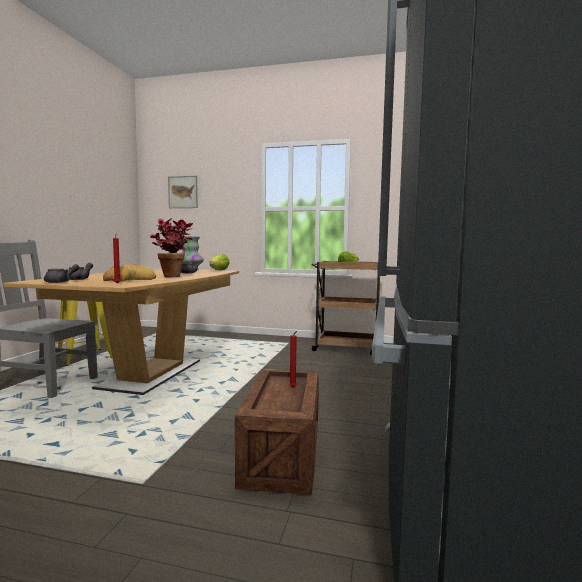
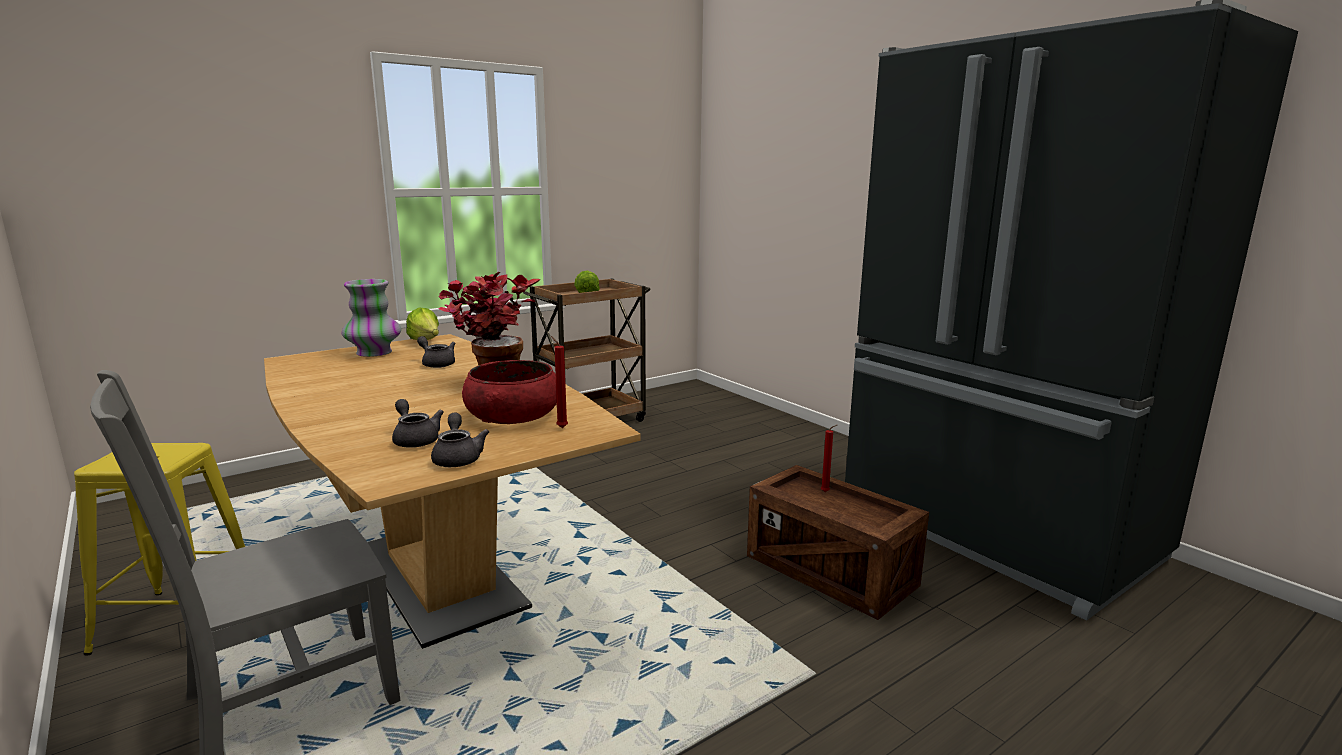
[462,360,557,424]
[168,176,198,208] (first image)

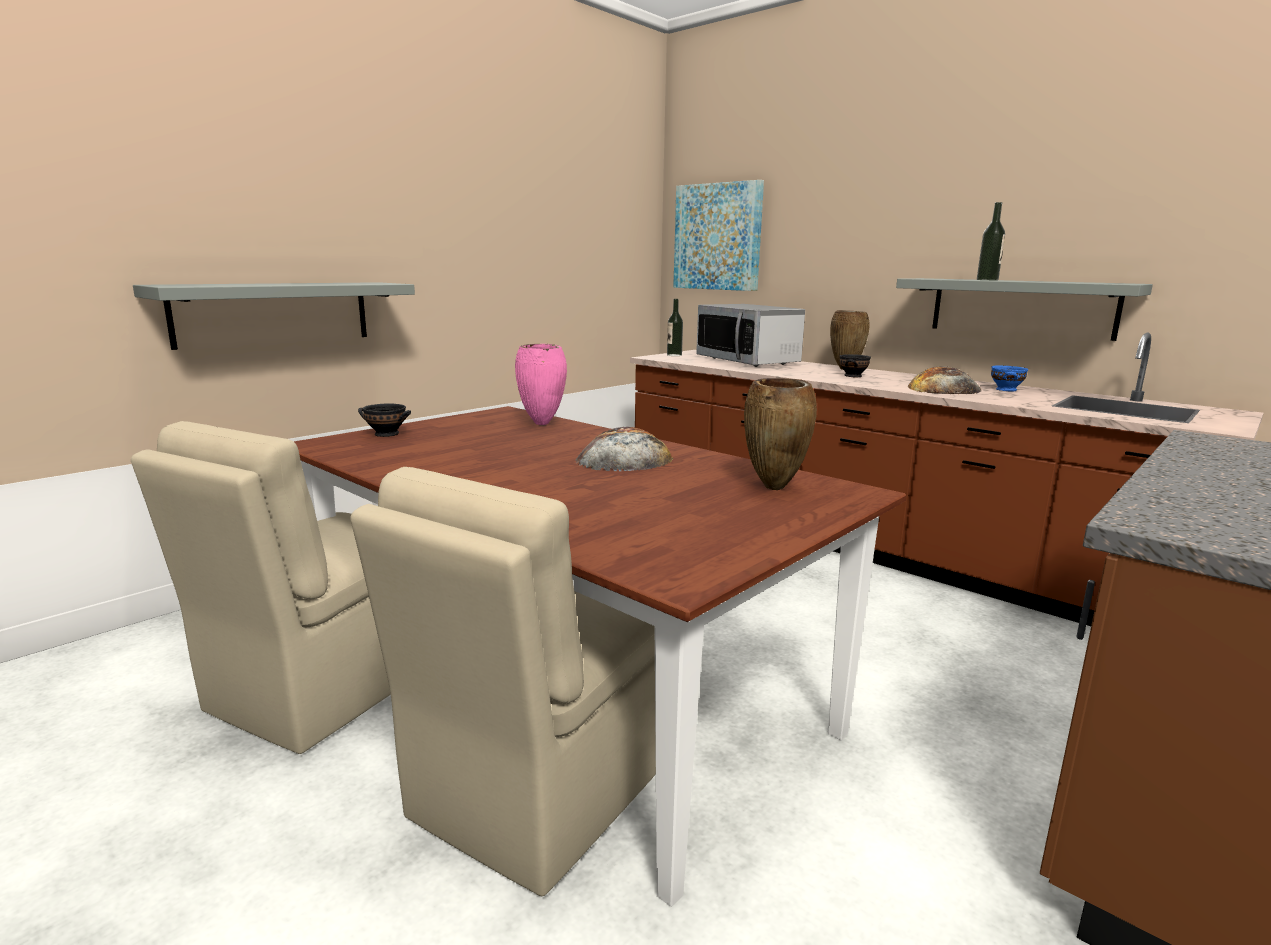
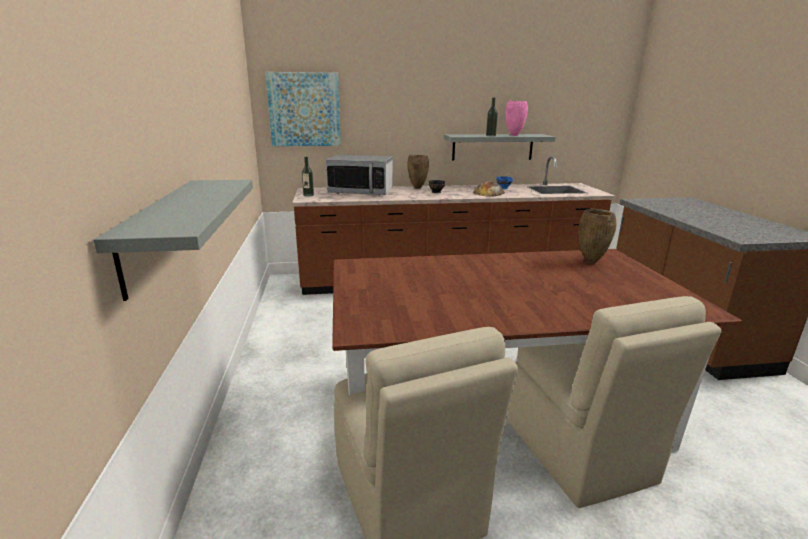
[505,101,528,136]
[358,403,411,437] (first image)
[576,427,673,471] (first image)

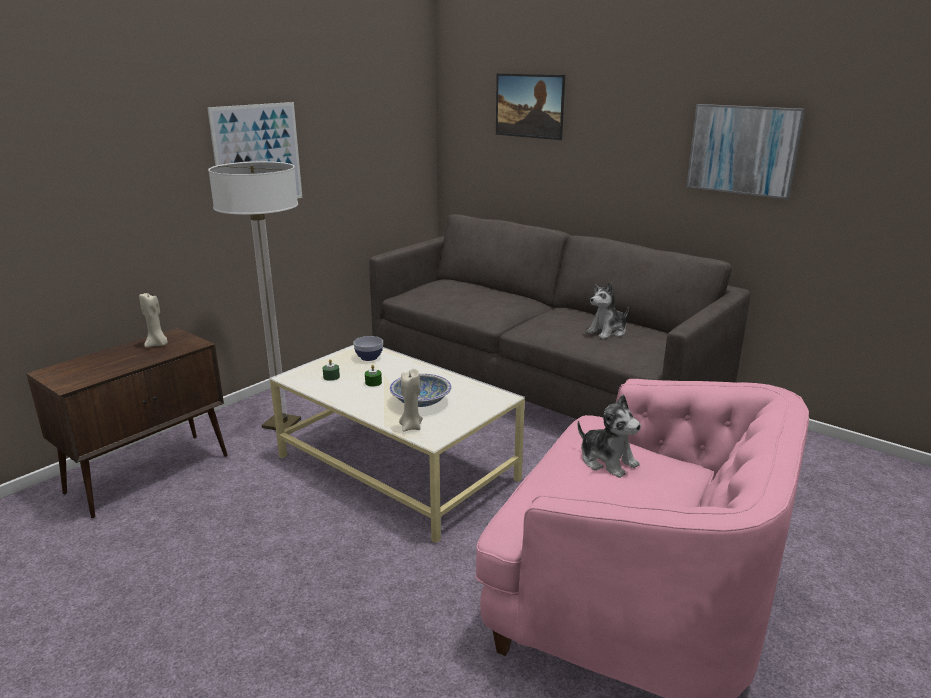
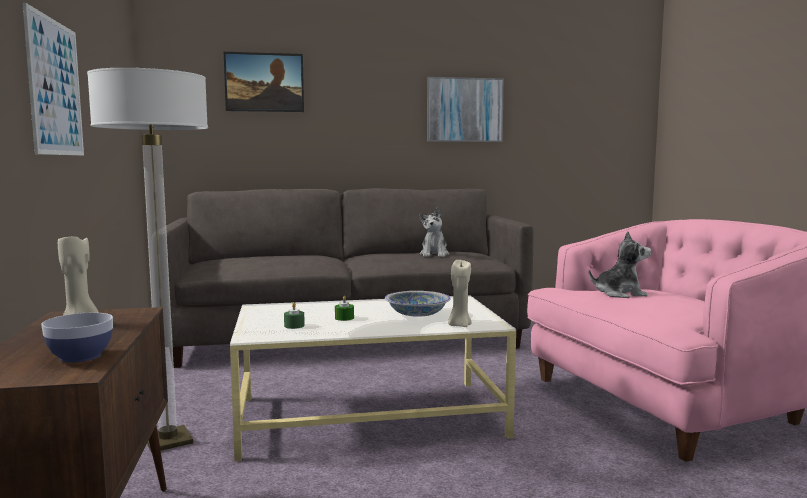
[41,313,113,363]

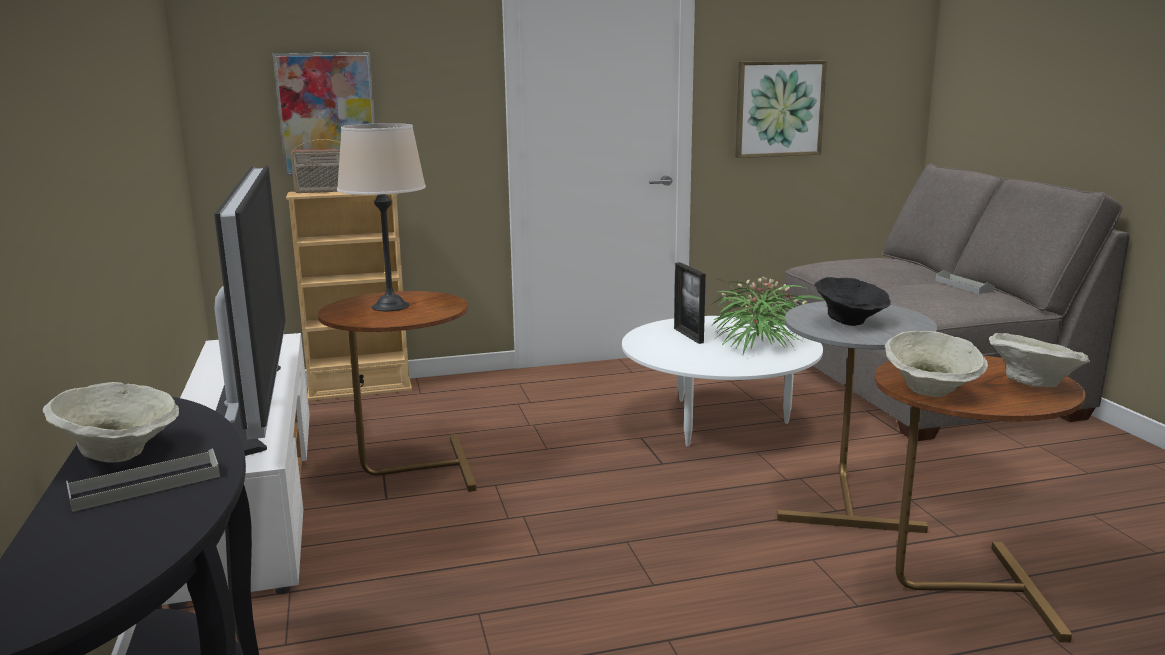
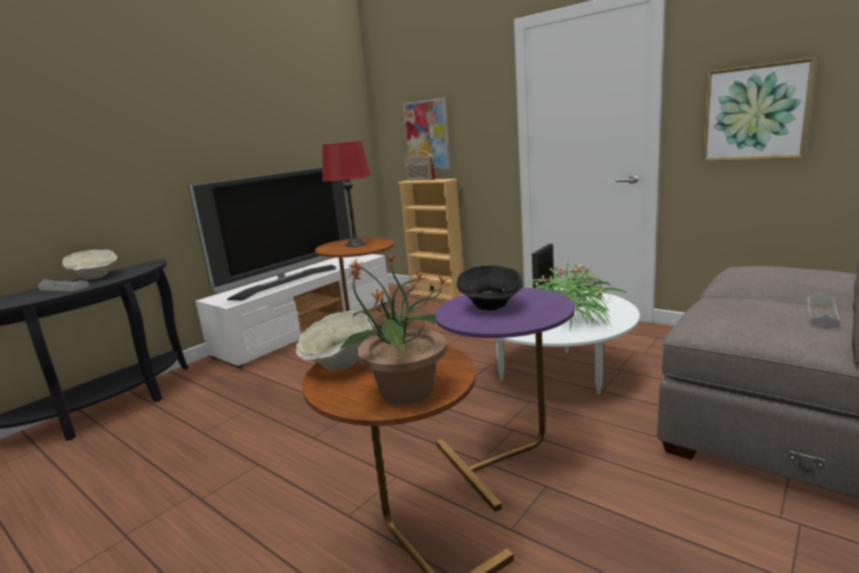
[322,141,371,247]
[339,254,449,405]
[435,288,575,512]

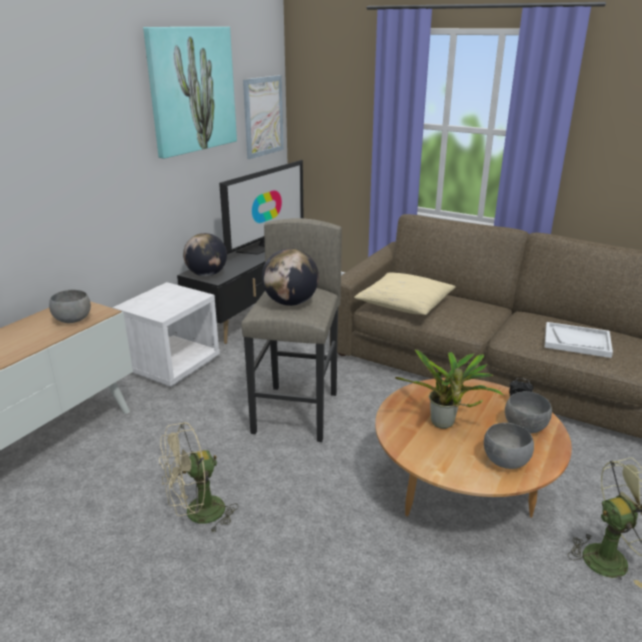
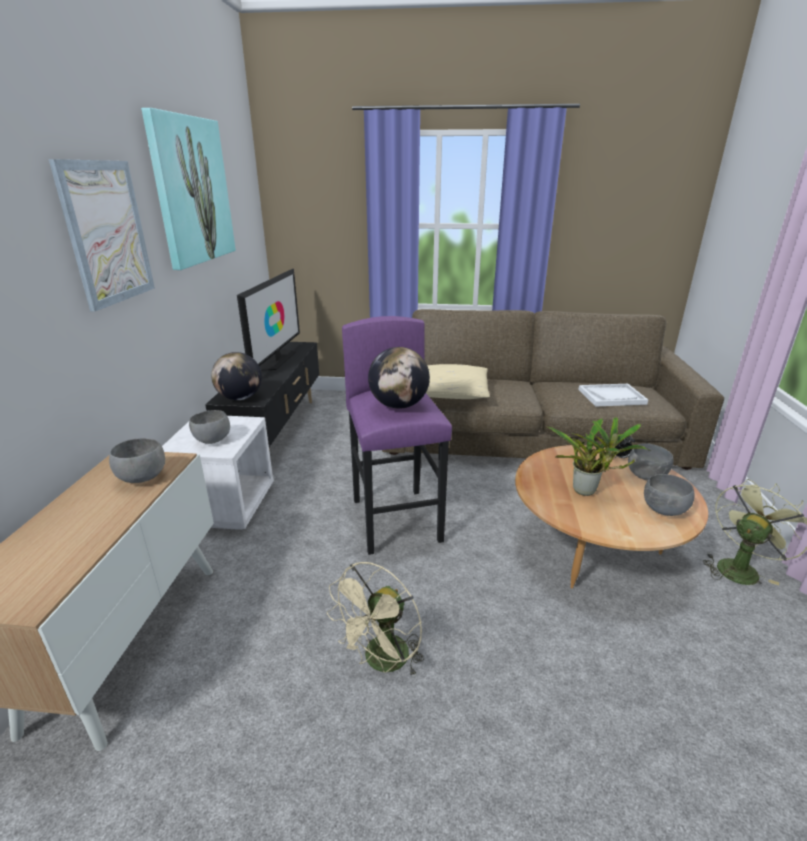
[49,159,155,312]
[189,410,230,444]
[342,316,452,555]

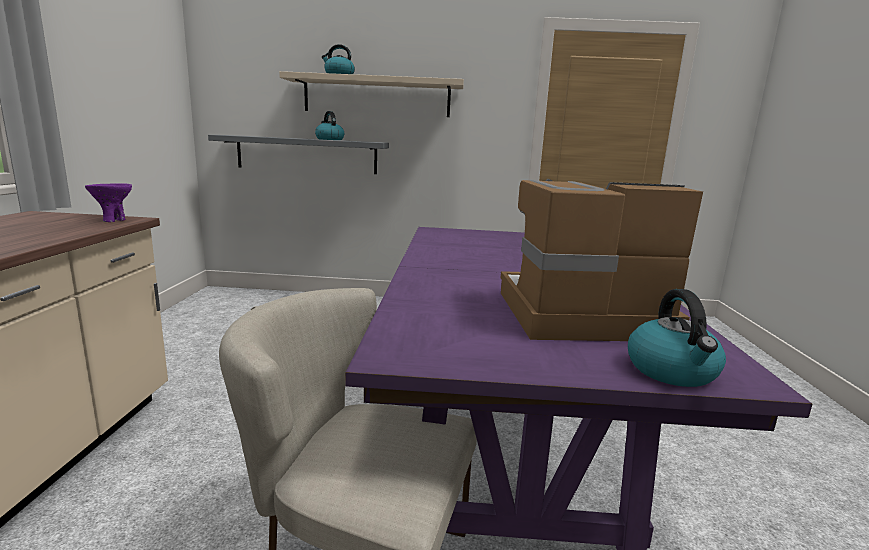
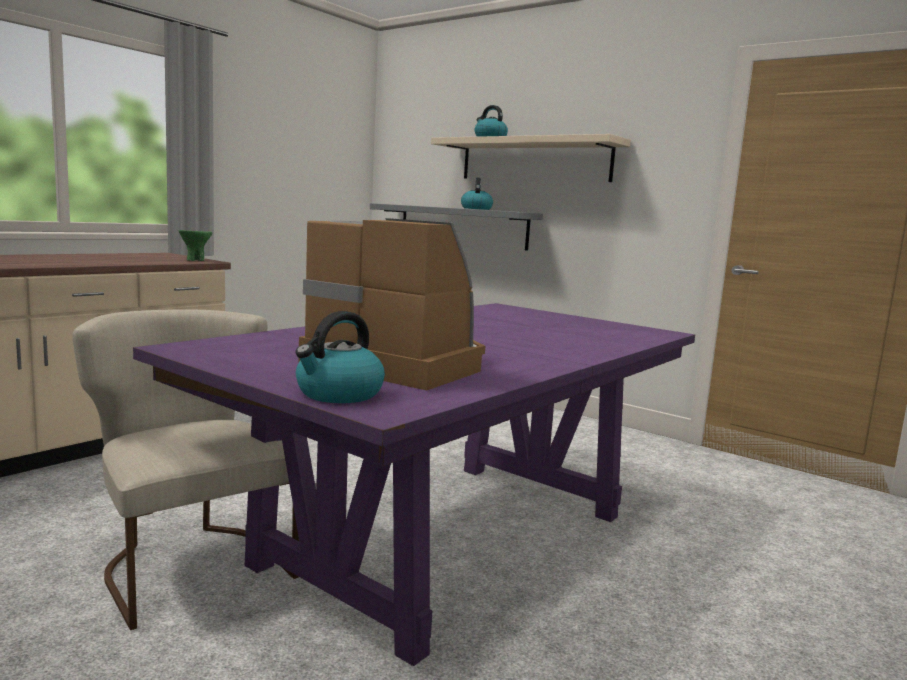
[179,230,212,261]

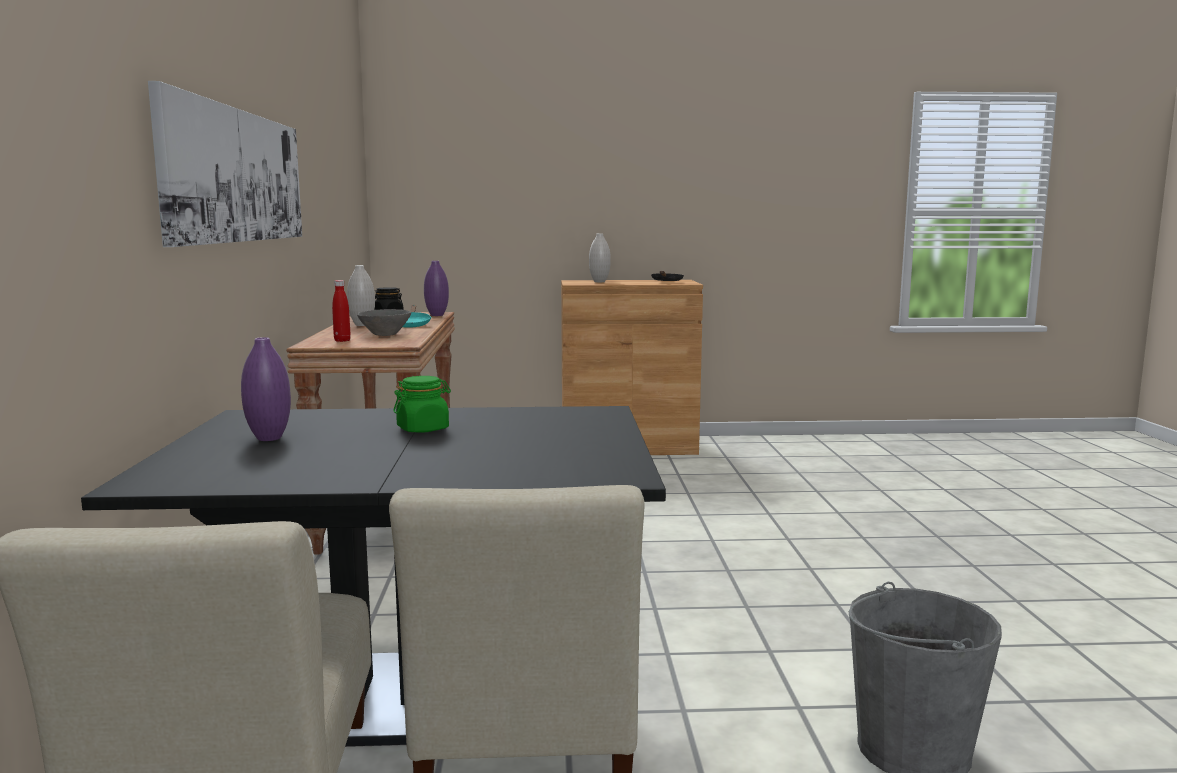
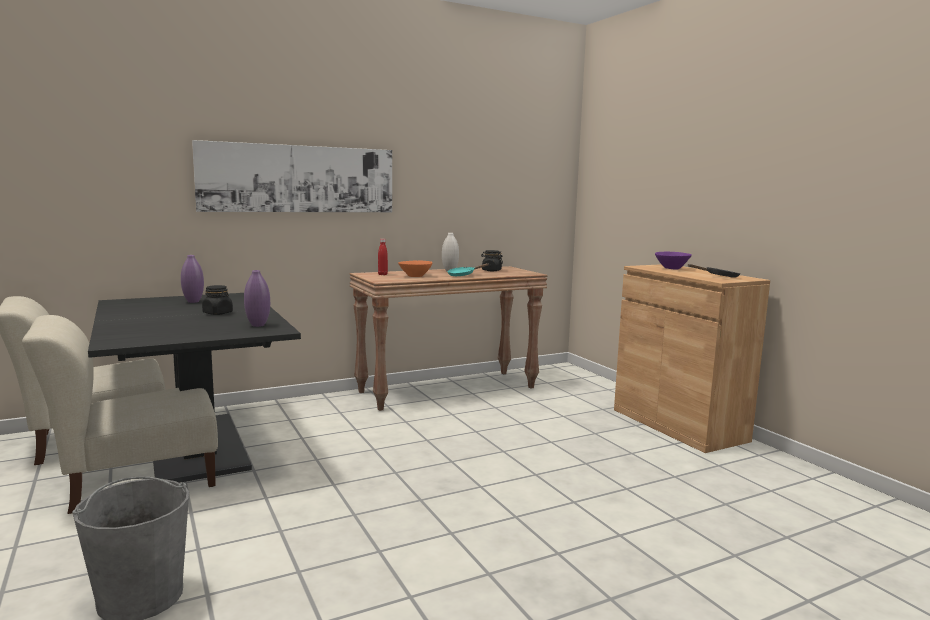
[202,285,233,315]
[244,270,270,327]
[398,261,433,277]
[655,252,692,269]

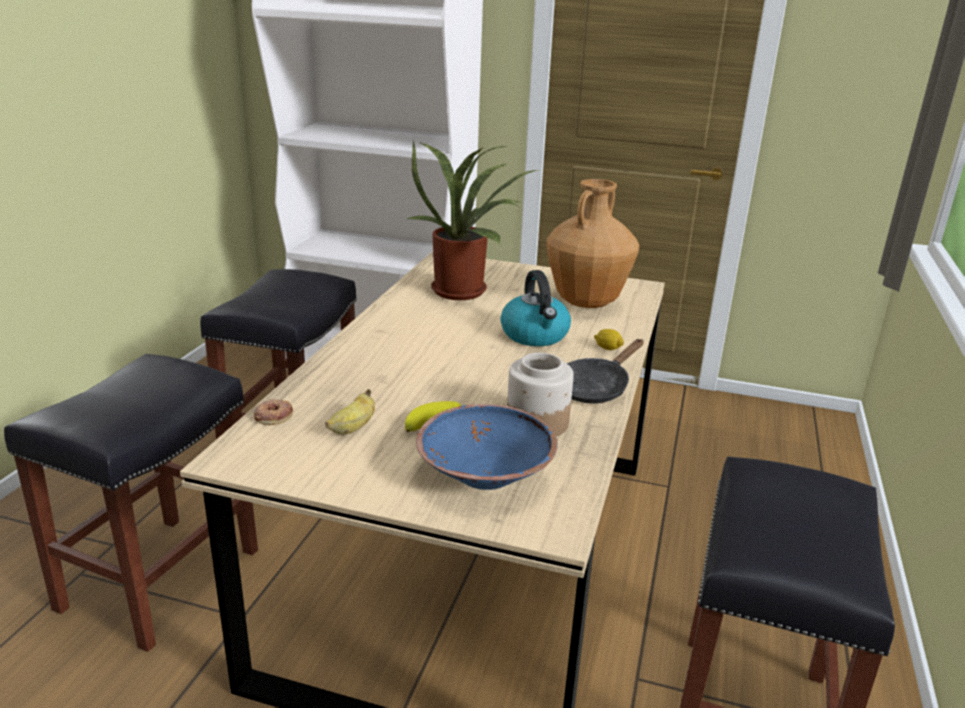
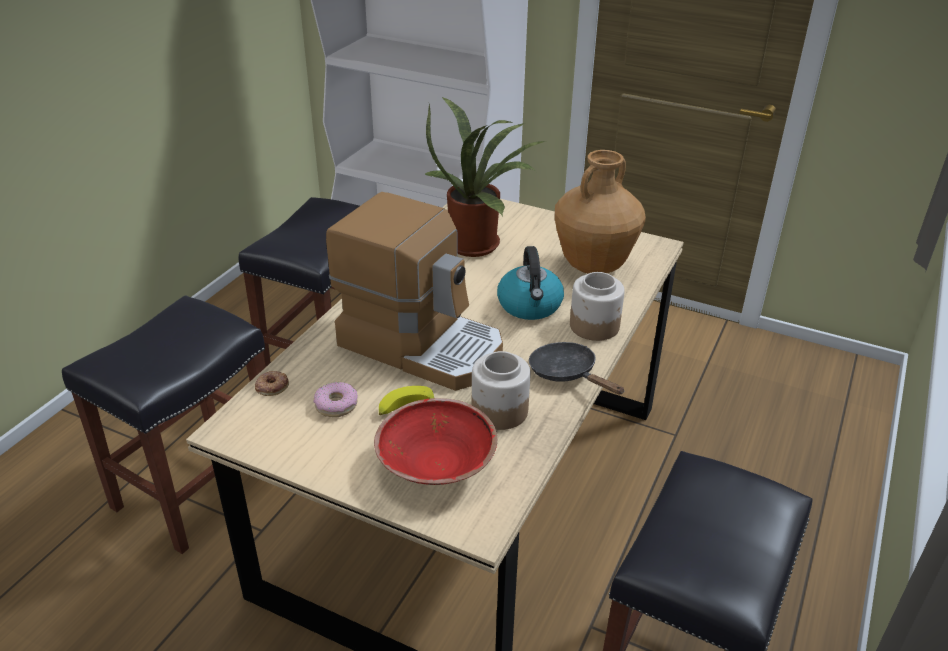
[313,382,358,417]
[326,192,503,391]
[374,398,497,485]
[529,342,625,395]
[570,272,625,341]

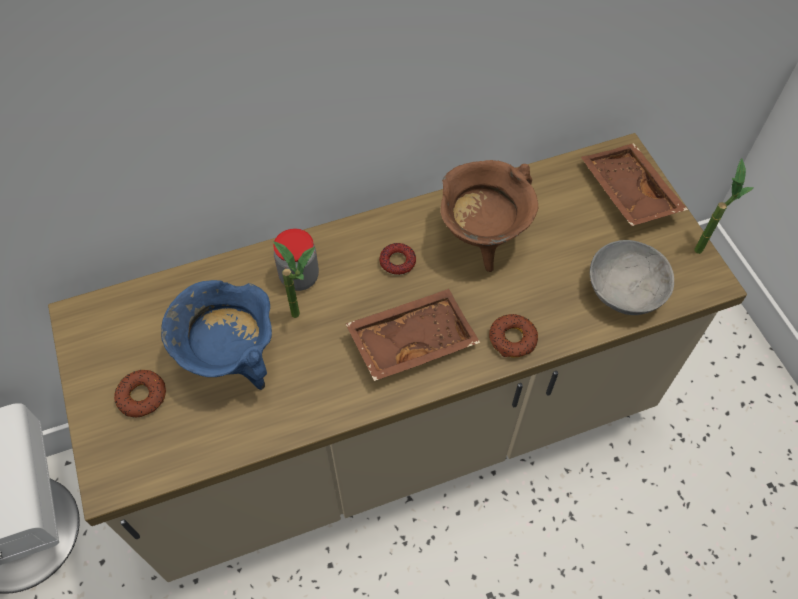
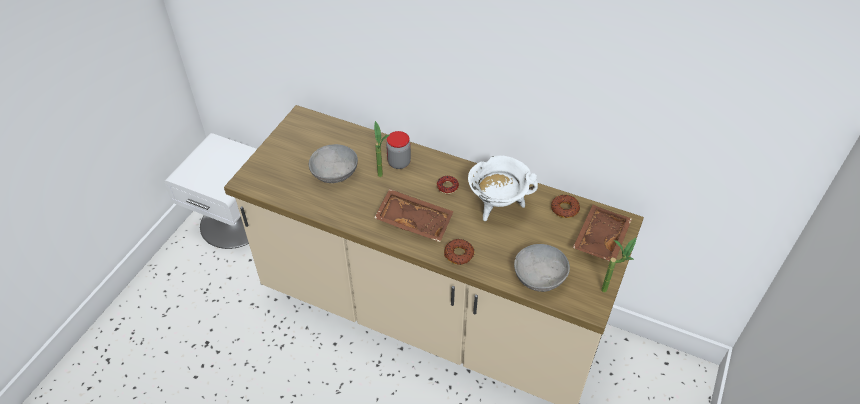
[309,144,358,183]
[468,155,538,221]
[551,195,580,218]

